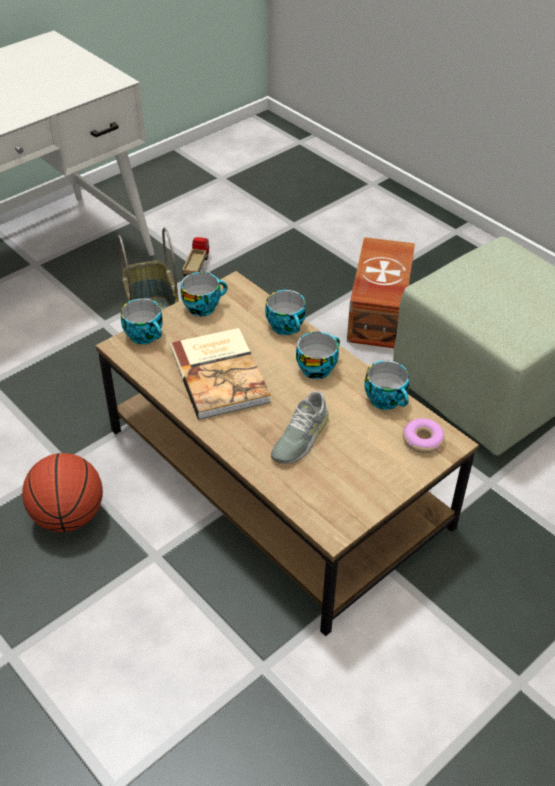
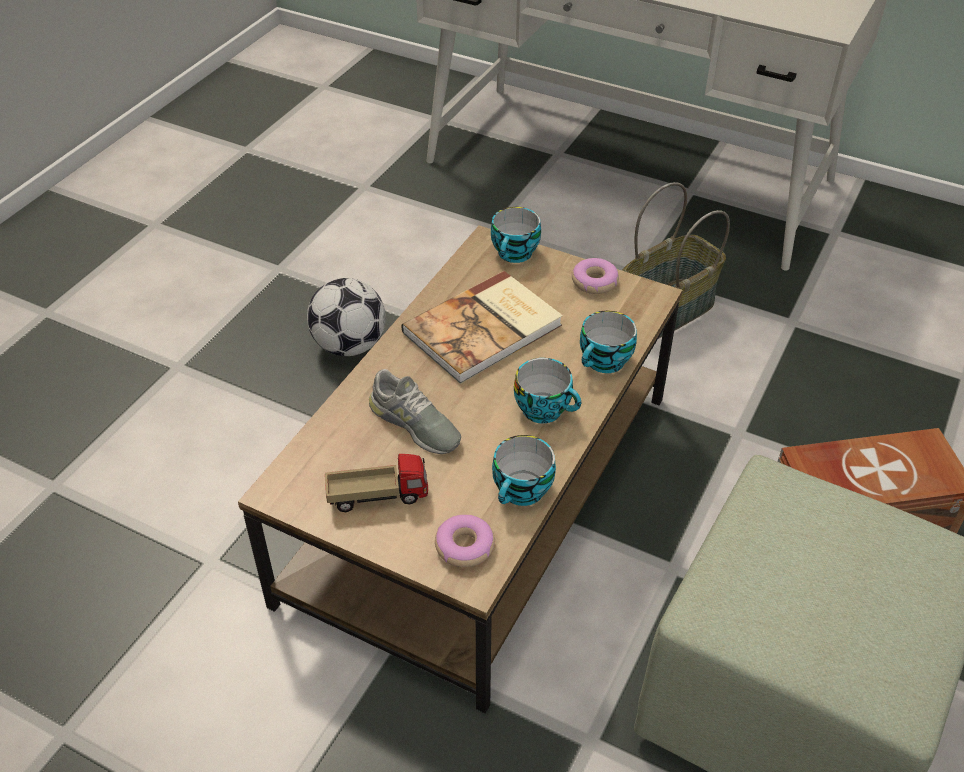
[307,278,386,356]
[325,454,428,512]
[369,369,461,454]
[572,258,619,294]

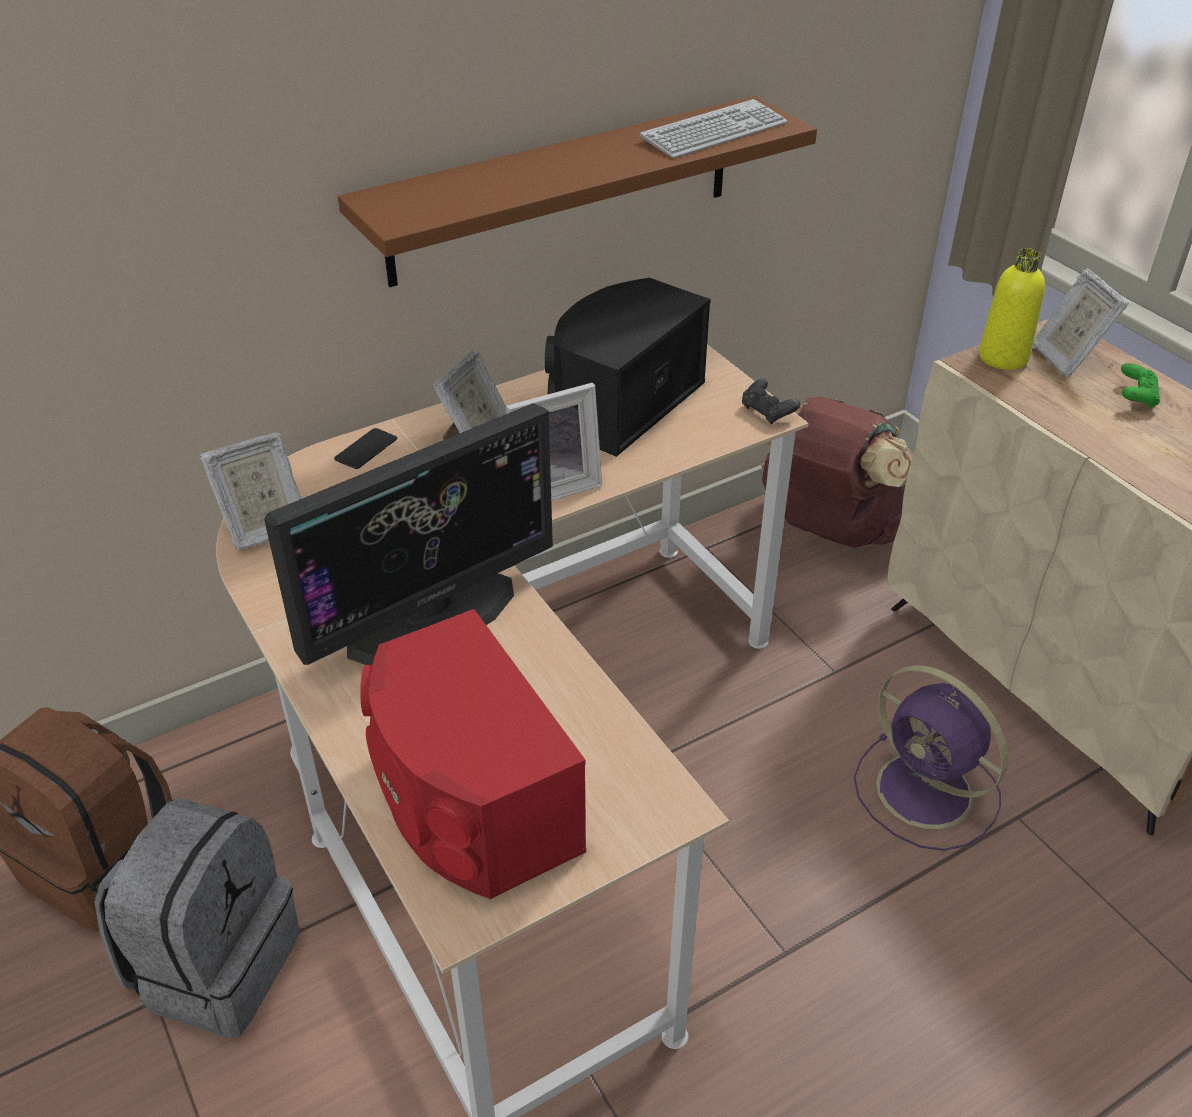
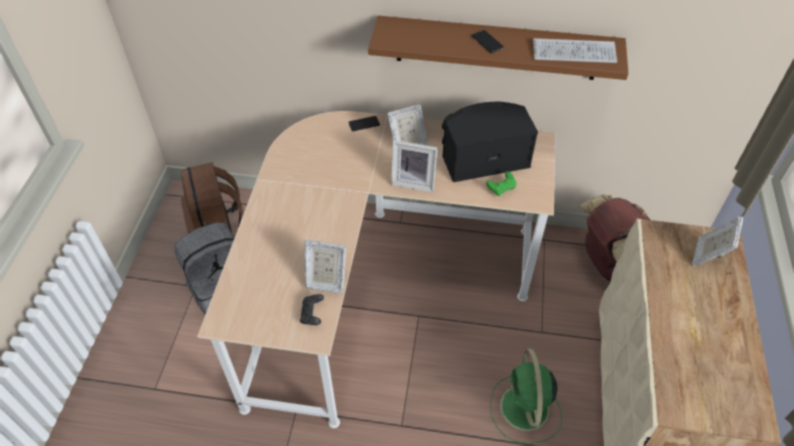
[300,294,324,325]
[304,240,346,293]
[471,30,504,53]
[486,171,516,196]
[490,349,562,444]
[264,403,553,665] (first image)
[360,609,586,899] (first image)
[979,248,1045,370] (first image)

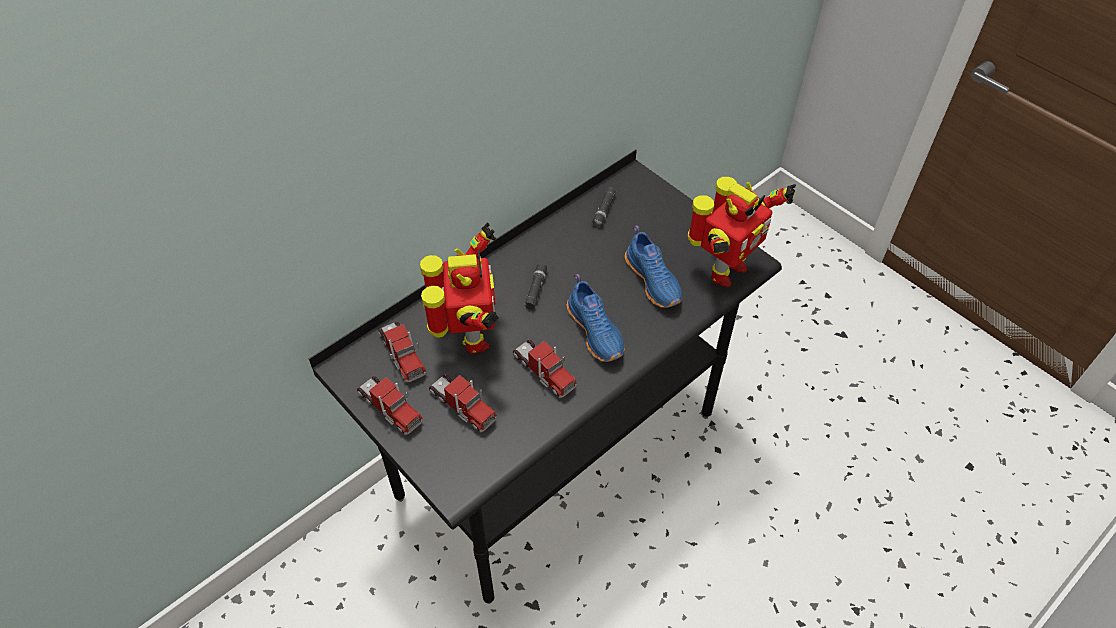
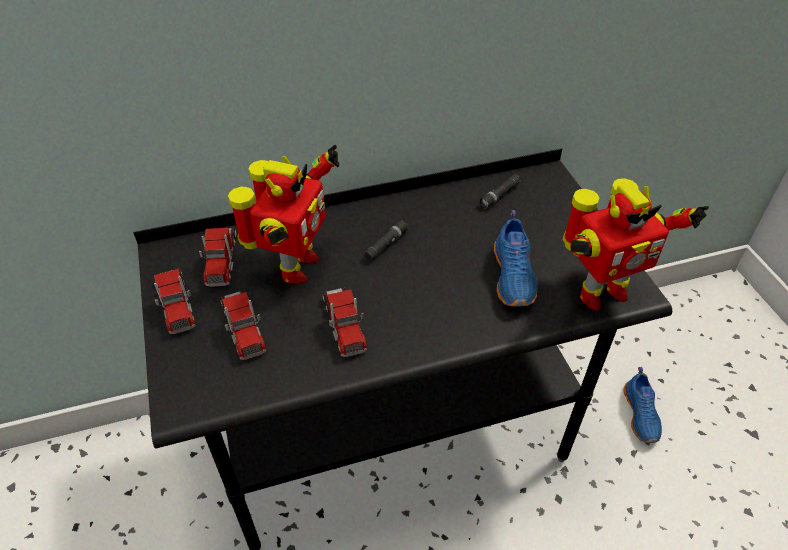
[624,367,662,443]

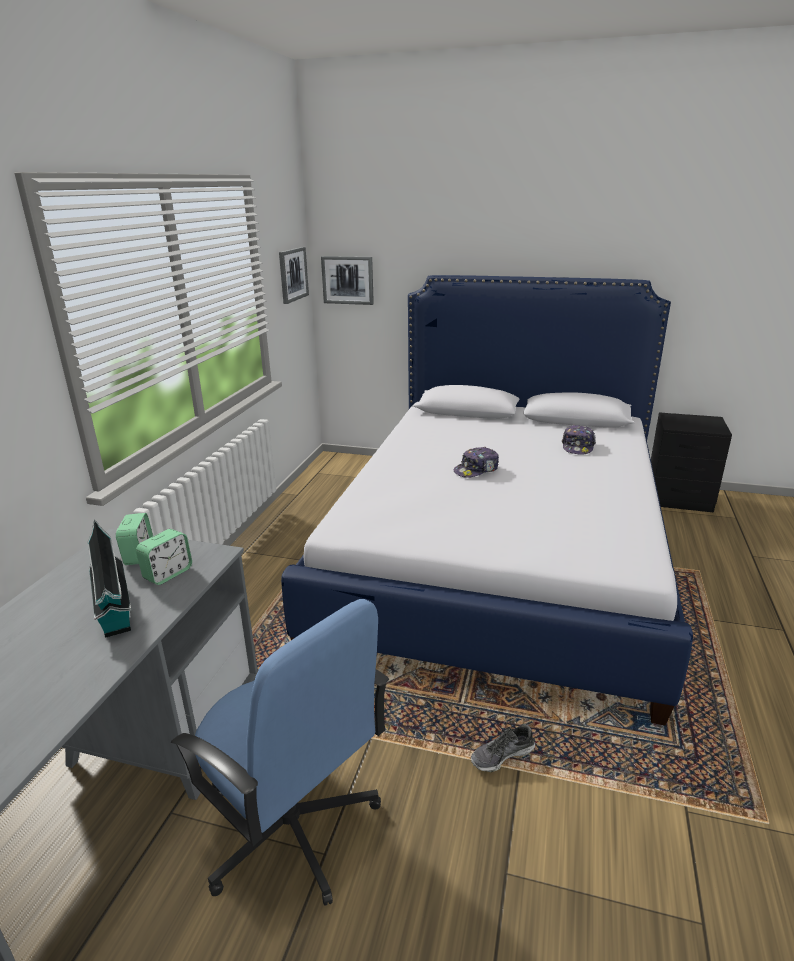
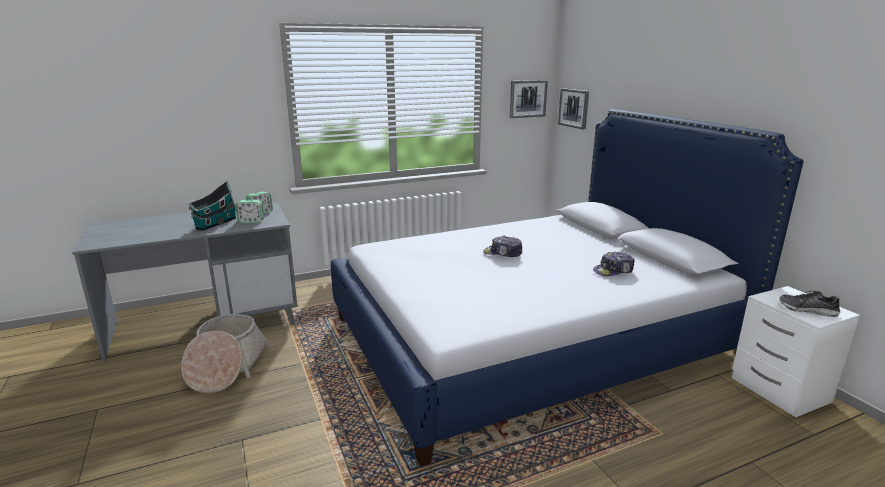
[181,314,271,393]
[732,286,860,417]
[779,291,840,317]

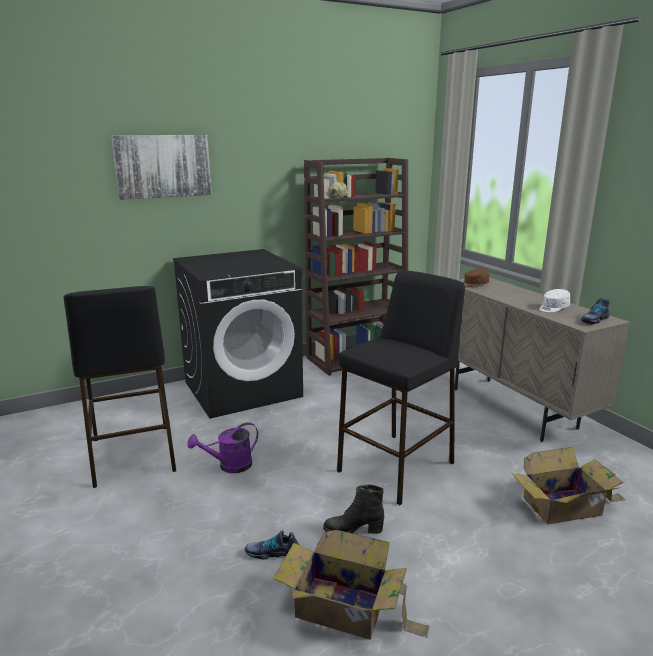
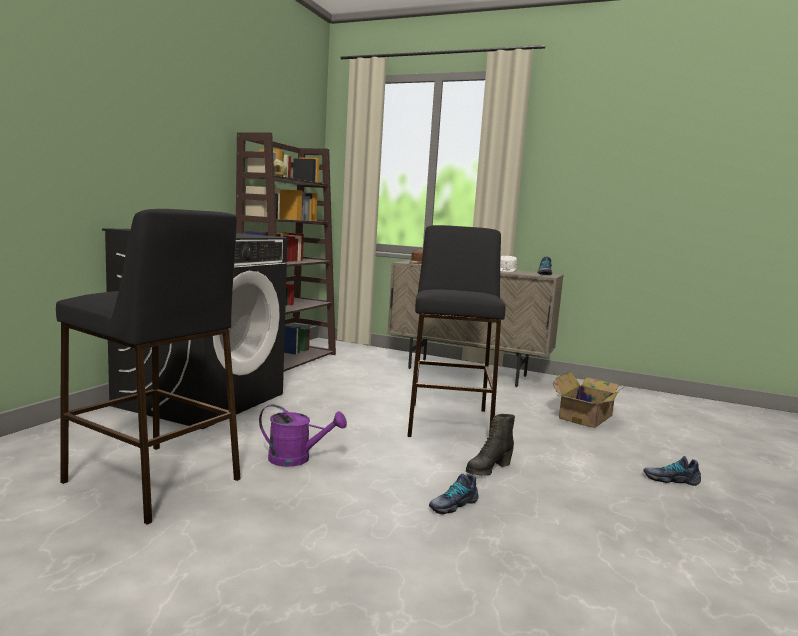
[259,404,347,467]
[643,456,701,486]
[111,135,212,200] (first image)
[273,530,430,639] (first image)

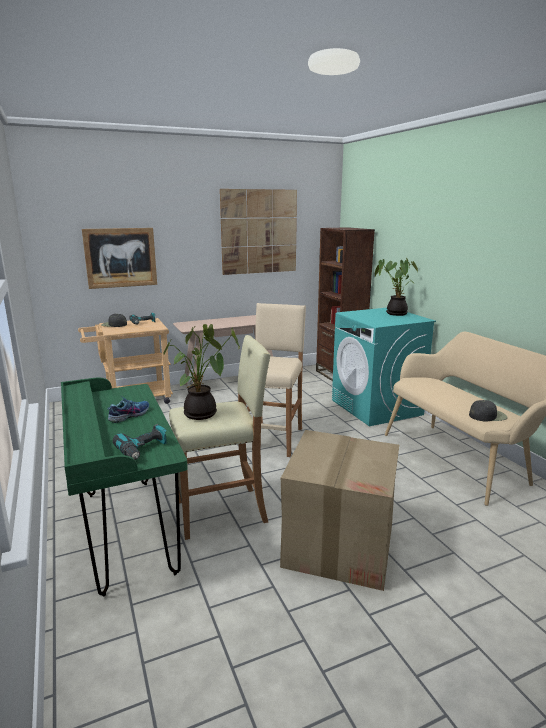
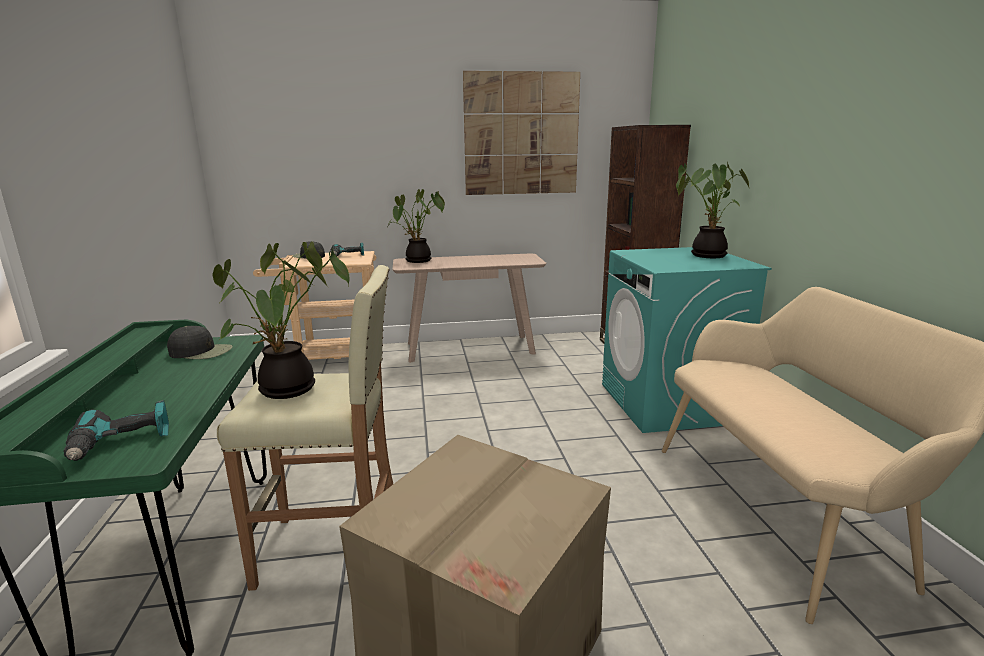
[167,326,233,359]
[388,189,445,263]
[82,228,157,289] (first image)
[108,398,149,423] (first image)
[245,303,306,457] (first image)

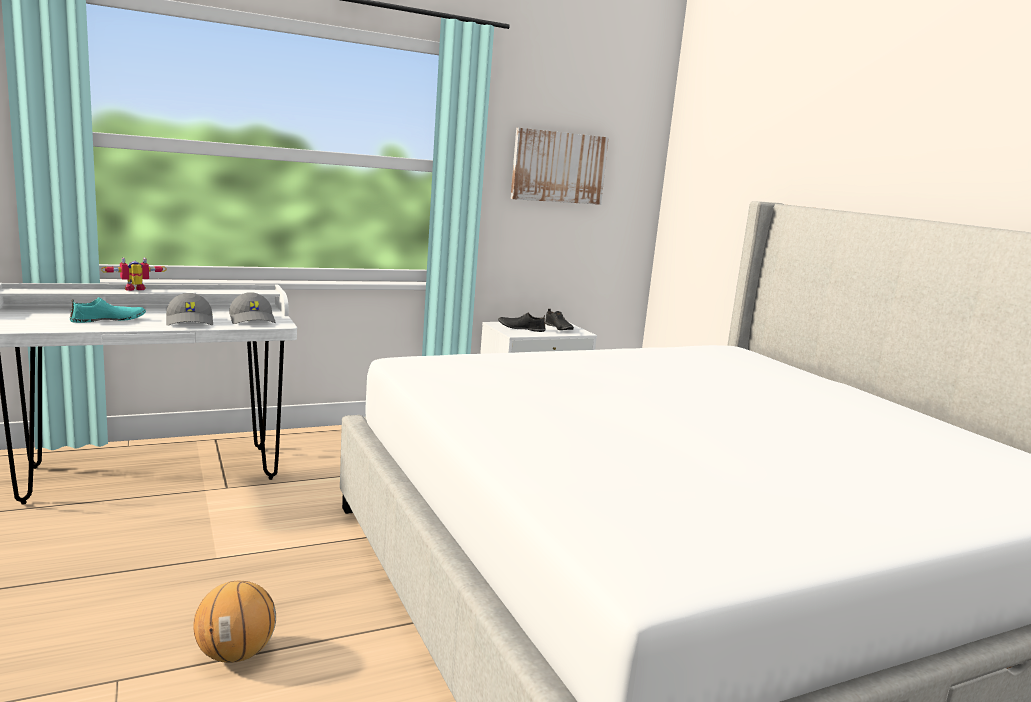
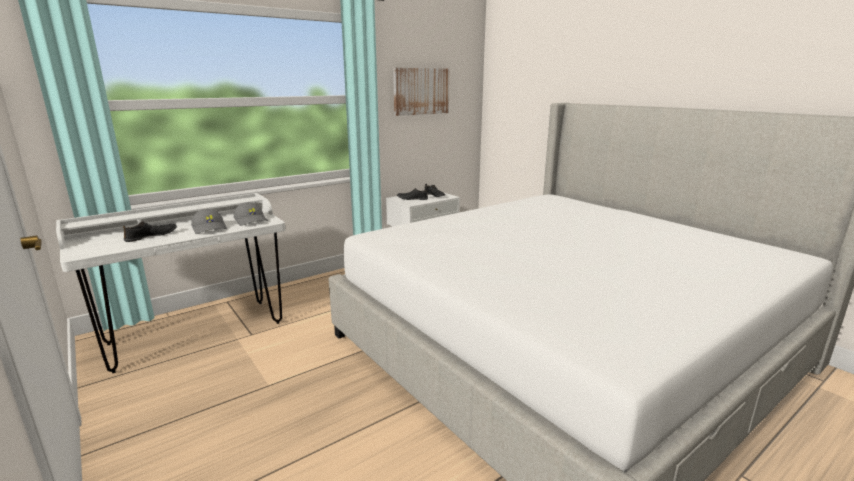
[123,221,177,242]
[101,257,167,291] (first image)
[193,581,276,663] (first image)

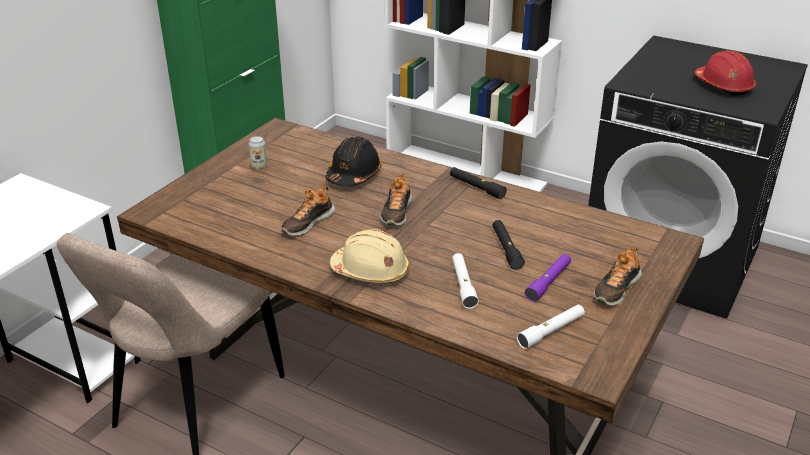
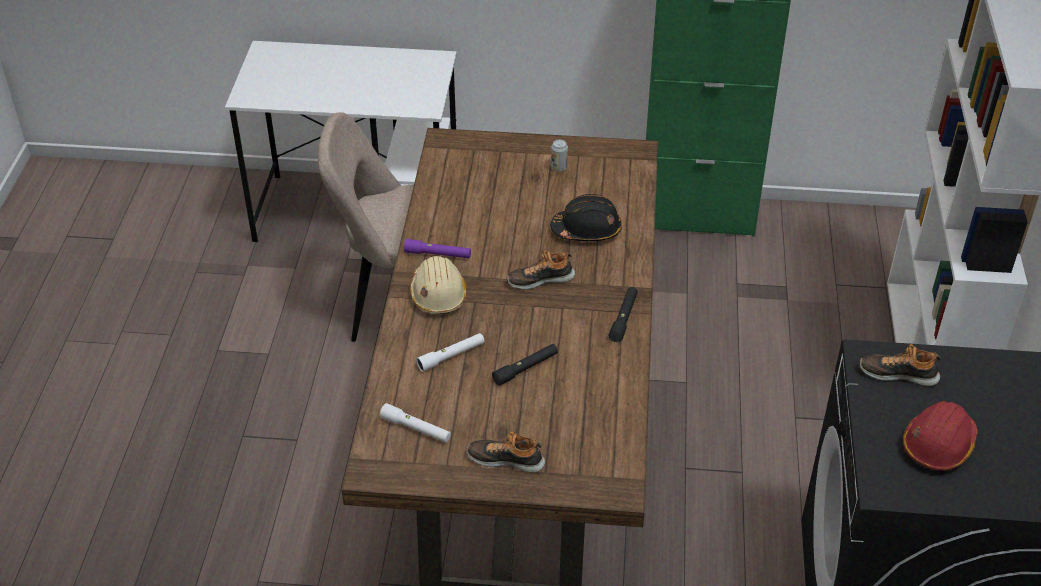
[404,239,471,258]
[859,344,941,386]

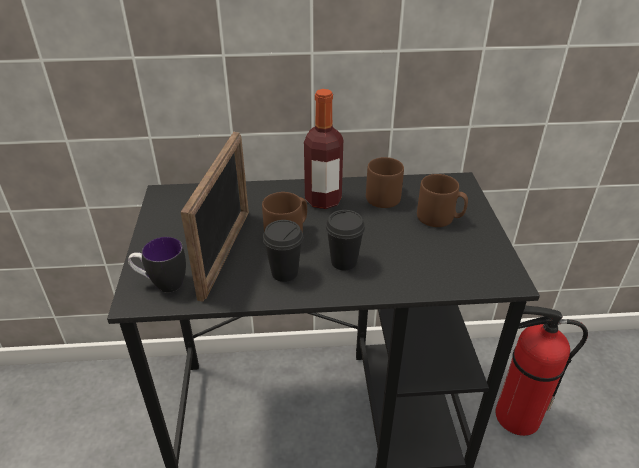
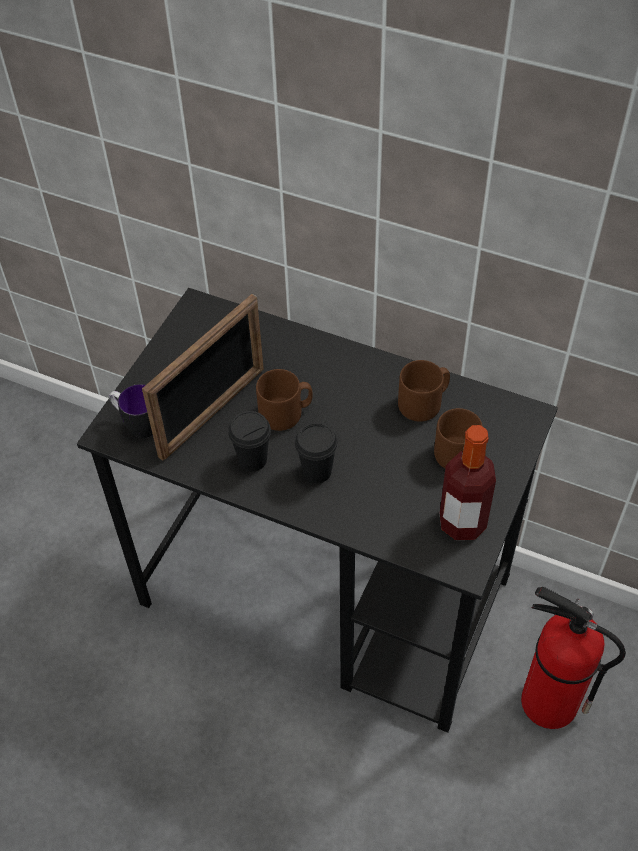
[440,425,496,540]

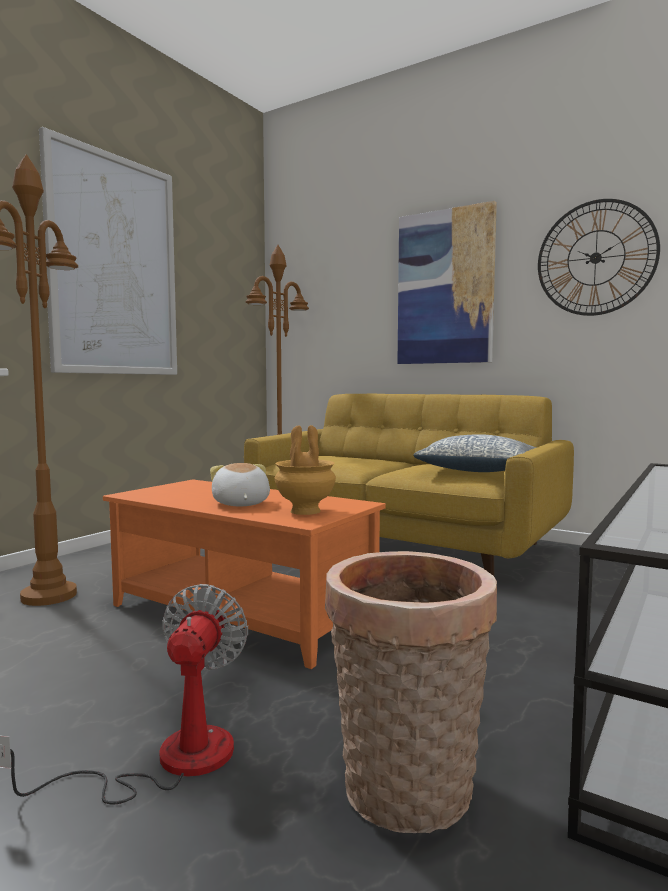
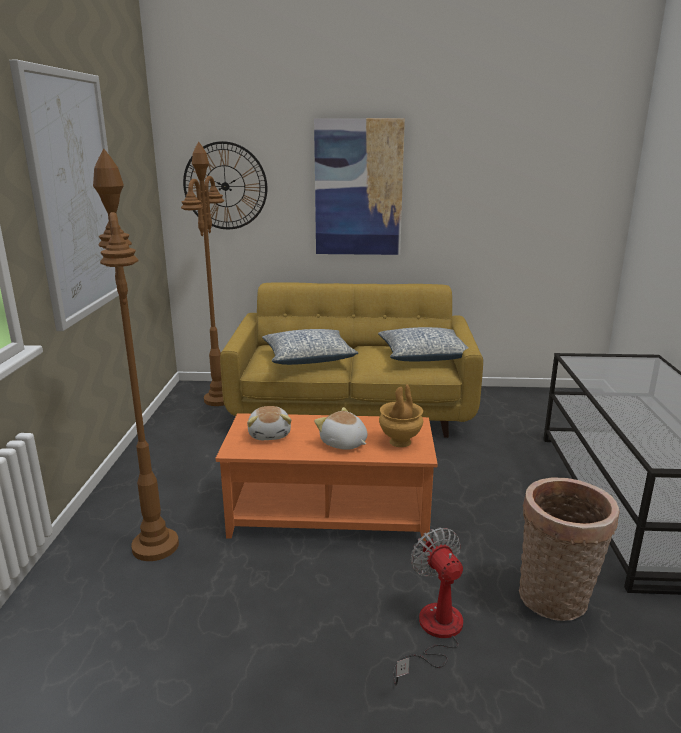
[183,141,267,229]
[247,406,292,440]
[262,329,358,365]

